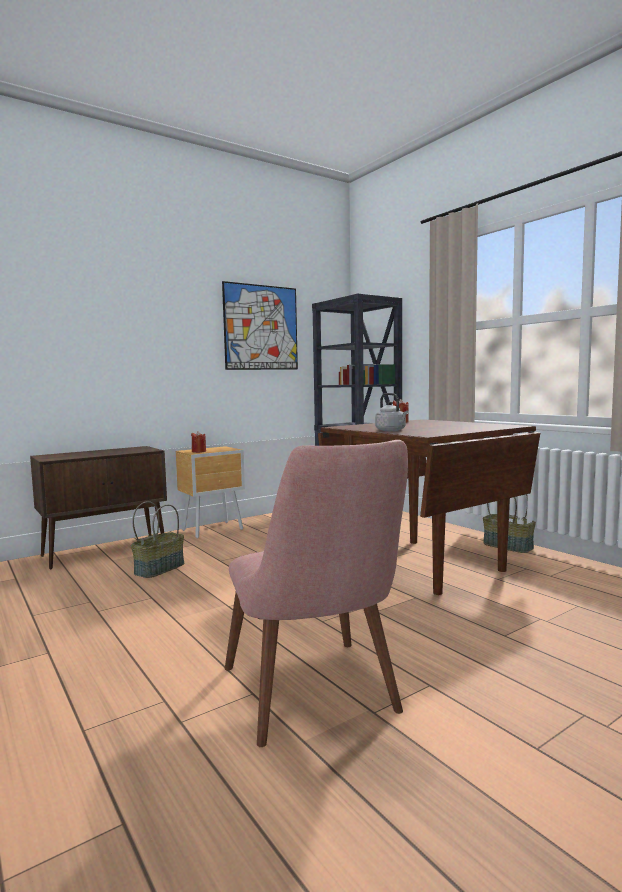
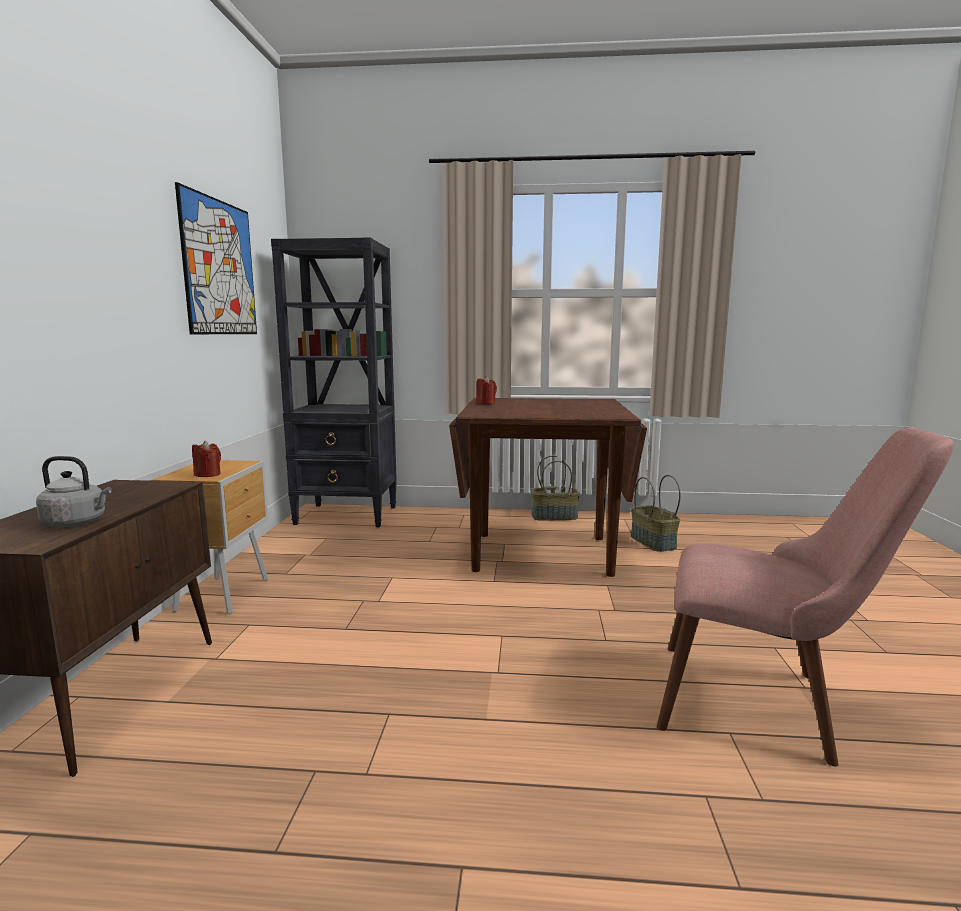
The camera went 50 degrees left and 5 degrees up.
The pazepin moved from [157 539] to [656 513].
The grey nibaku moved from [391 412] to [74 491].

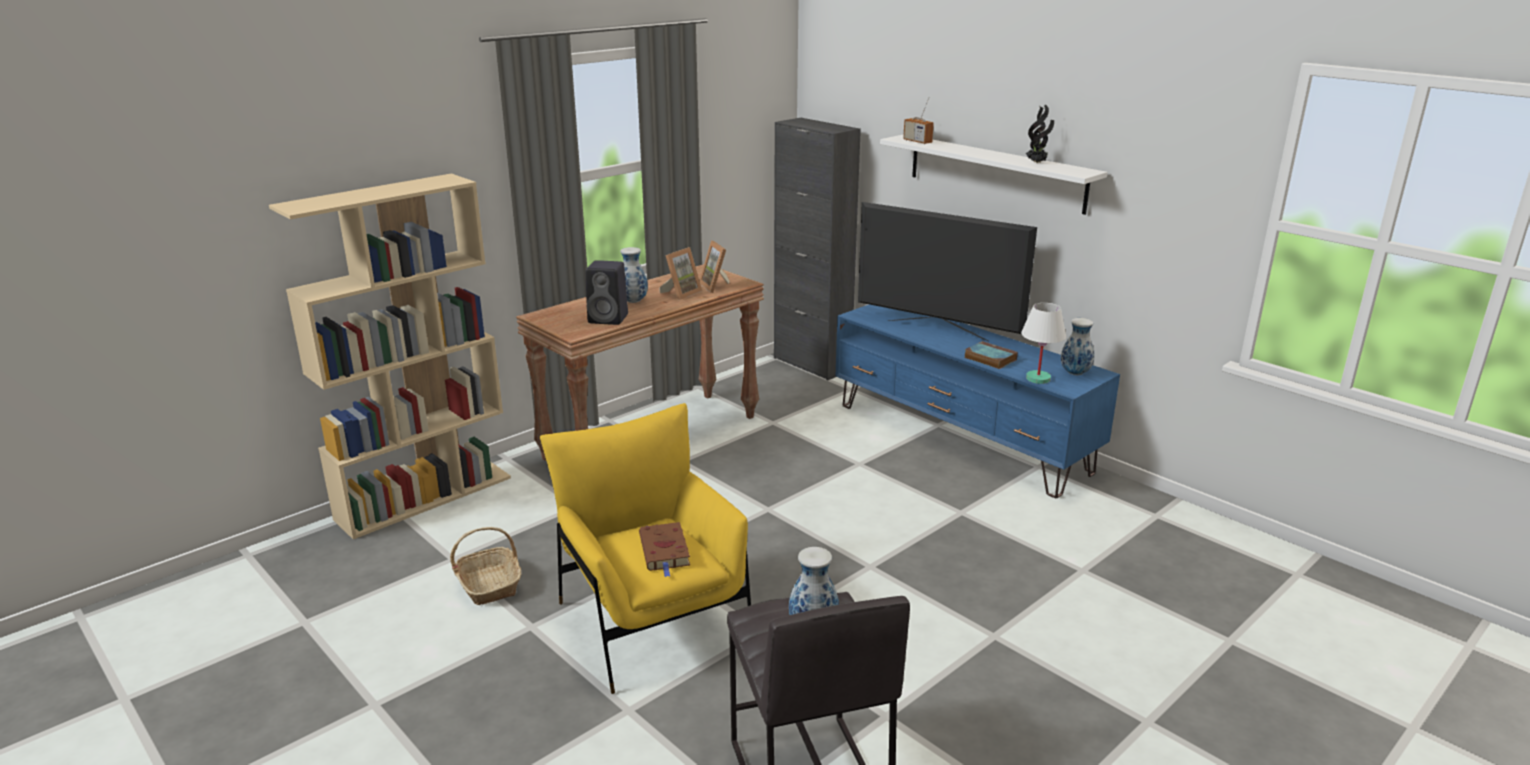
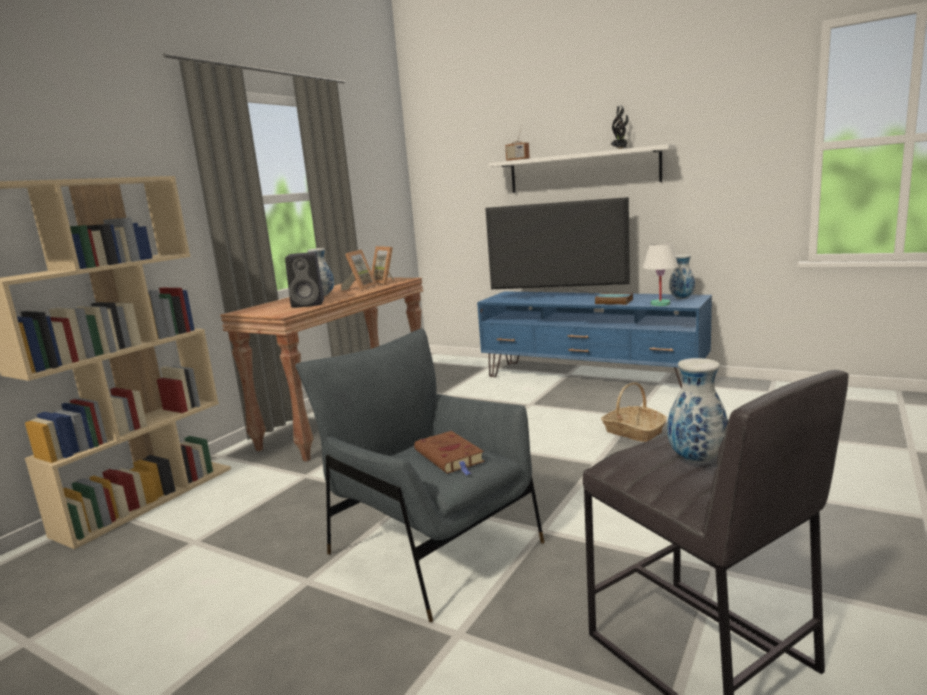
The camera went 15 degrees left and 10 degrees down.
The pazepin moved from [485 566] to [634 412].
The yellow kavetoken at [645 548] became the grey kavetoken at [419 475].
The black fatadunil at [817 249] disappeared.

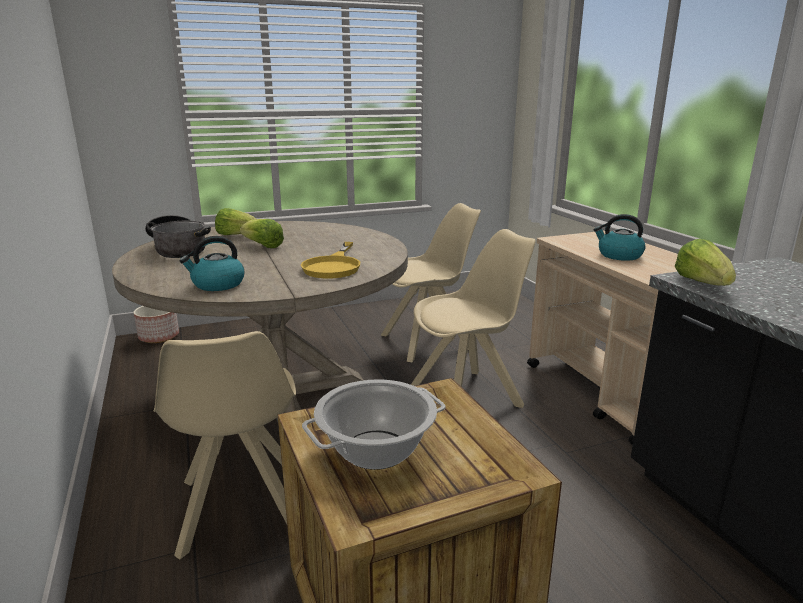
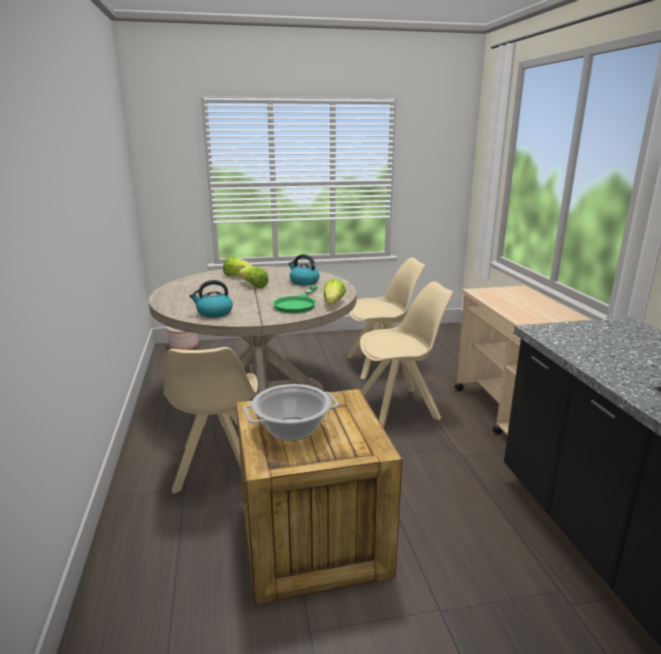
The camera went 10 degrees right and 0 degrees up.
The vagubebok at [178 236] disappeared.
The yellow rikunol at [330 260] became the green rikunol at [295 299].
The nibaku moved from [620 237] to [304 270].
The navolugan moved from [705 262] to [335 291].

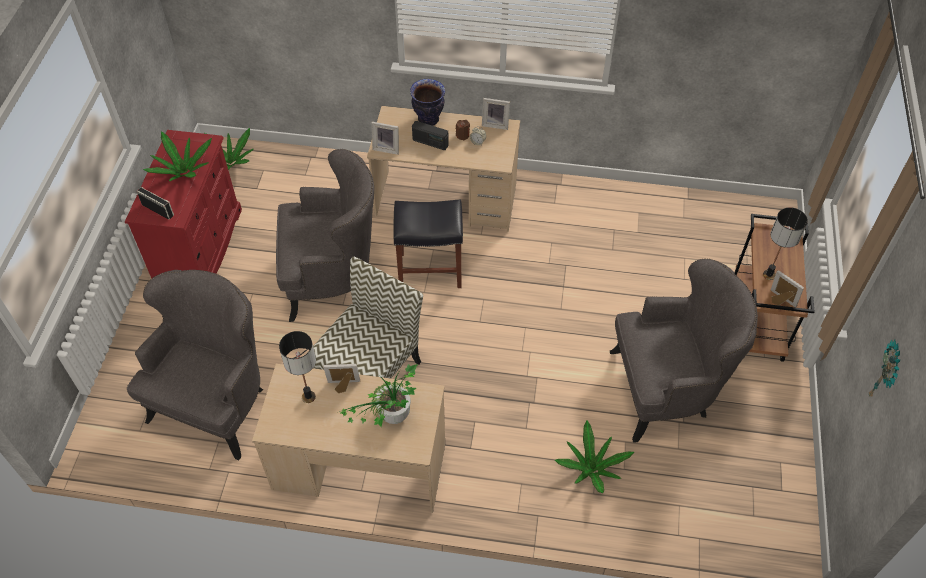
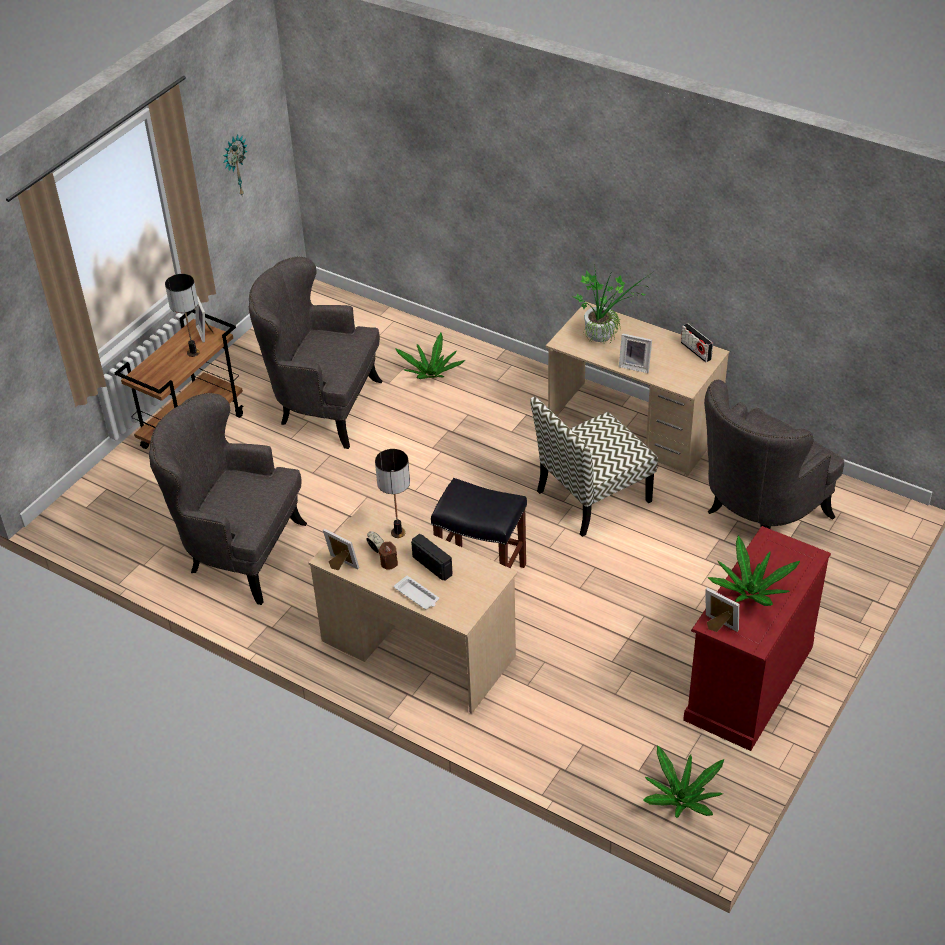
The camera went 155 degrees left and 10 degrees down.
The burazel moved from [155 203] to [697 343].
The grey kavetoken moved from [325 235] to [228 499].
The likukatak moved from [297 367] to [392 493].
The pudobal moved from [385 138] to [722 610].
The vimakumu at [427 102] was replaced by the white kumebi at [416 592].

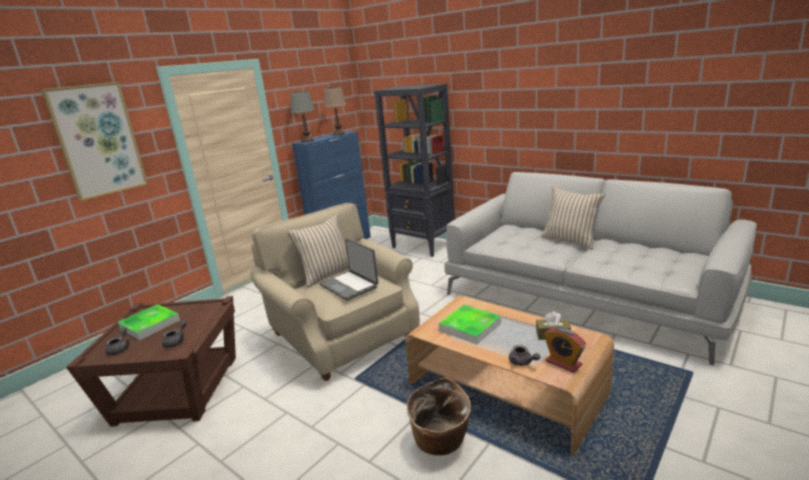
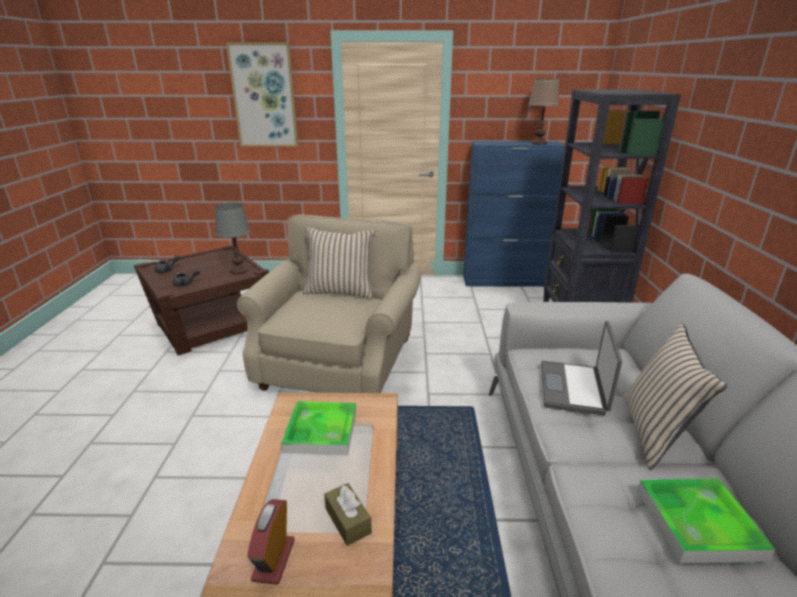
The camera went 50 degrees right and 5 degrees up.
The kumebi moved from [148 322] to [706 520].
The grey likukatak moved from [302 116] to [232 239].
The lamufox moved from [349 269] to [581 368].
The pazepin at [439 416] disappeared.
The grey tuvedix at [524 355] disappeared.

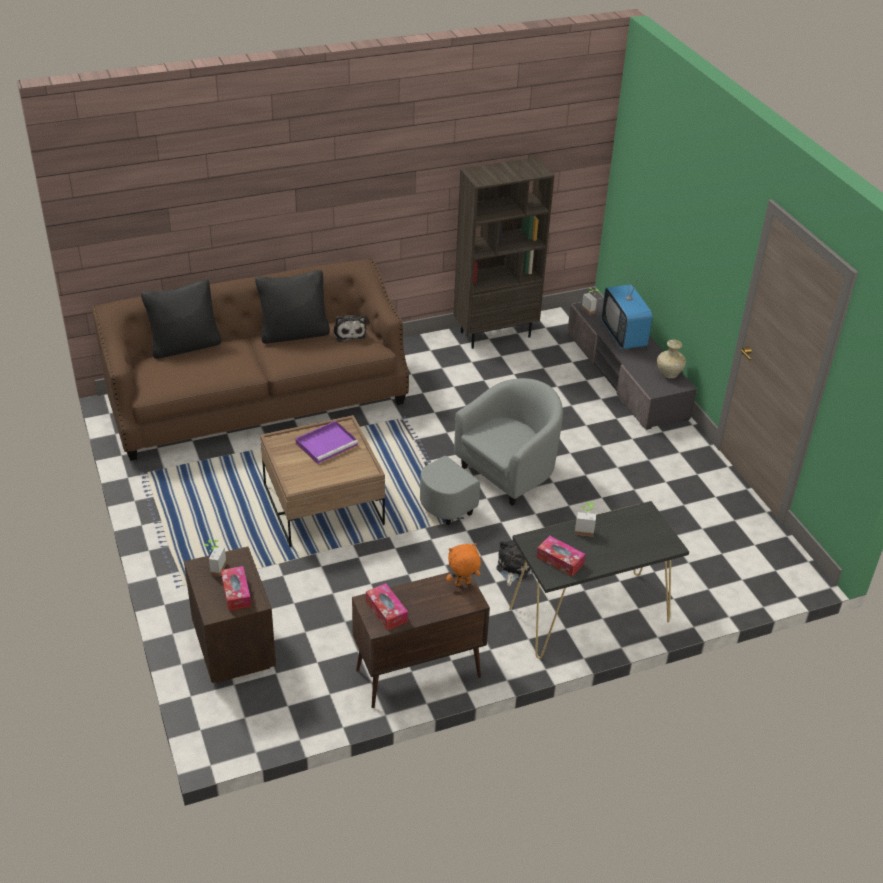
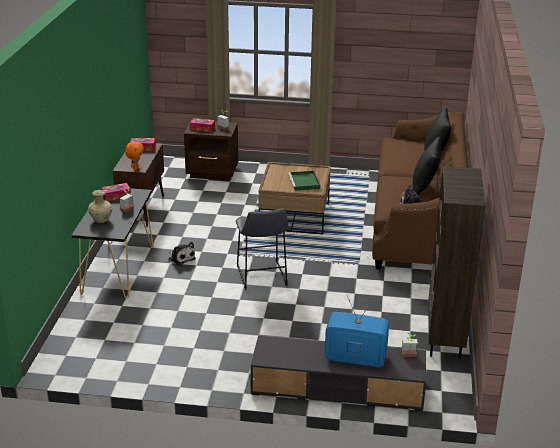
The camera went 120 degrees right and 10 degrees down.
The purple kumebi at [327 442] became the green kumebi at [304 181].
The grey kavetoken at [491 451] was replaced by the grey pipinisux at [262 249].
The beige vimakumu moved from [671 359] to [100 206].

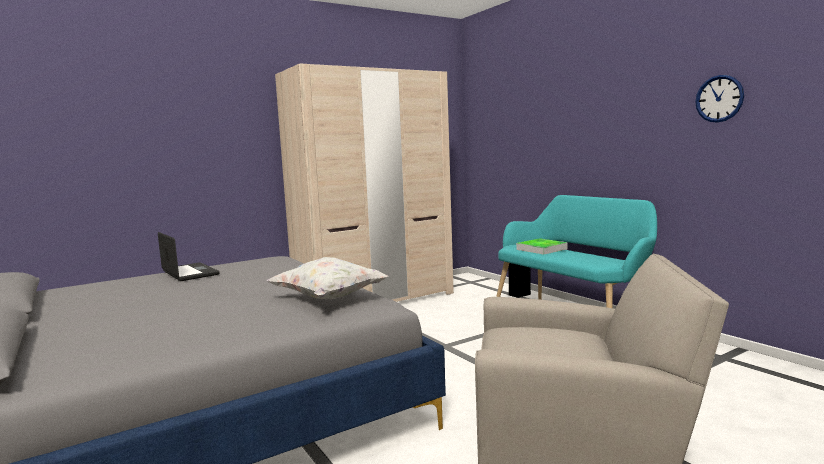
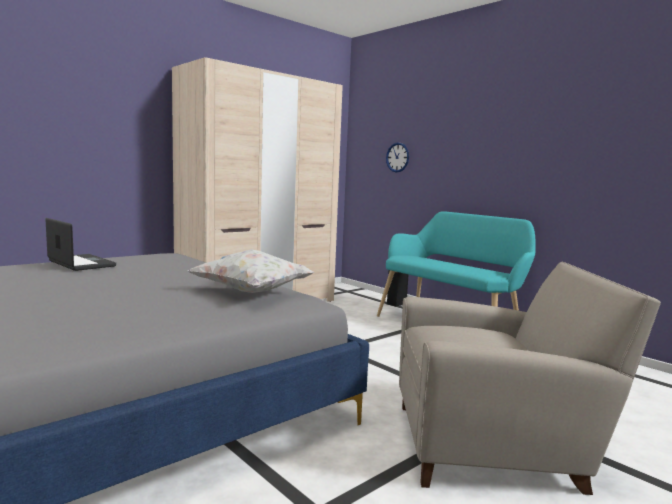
The camera went 10 degrees left and 0 degrees up.
The kumebi at [541 246] disappeared.
The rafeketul moved from [719 99] to [397 157].

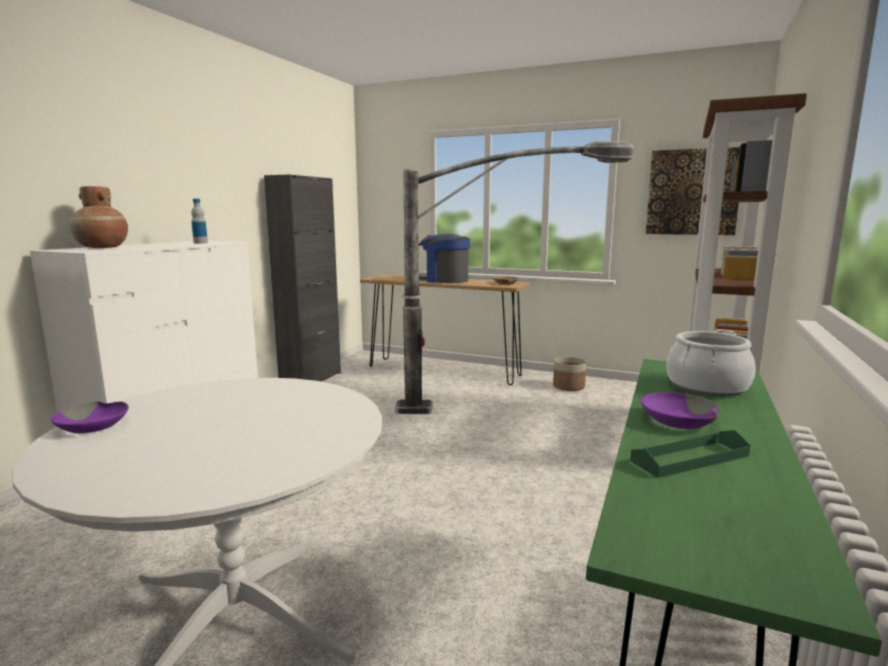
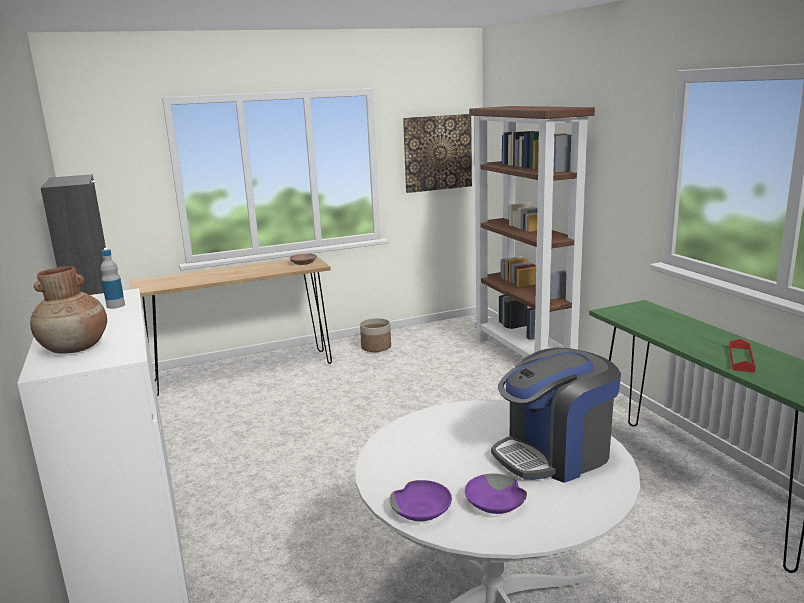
The camera went 45 degrees left and 5 degrees up.
The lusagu at [515 277] disappeared.
The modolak moved from [444 258] to [556 415].
The green kumebi at [690 454] became the red kumebi at [742 356].
The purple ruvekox moved from [680 410] to [496 493].
The vagubebok at [710 362] disappeared.

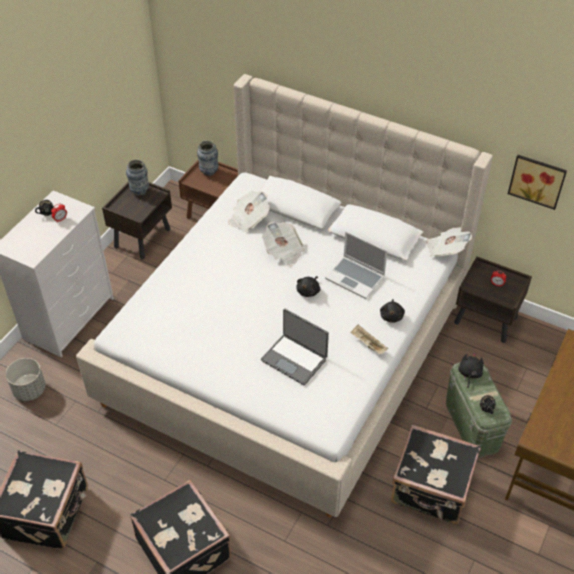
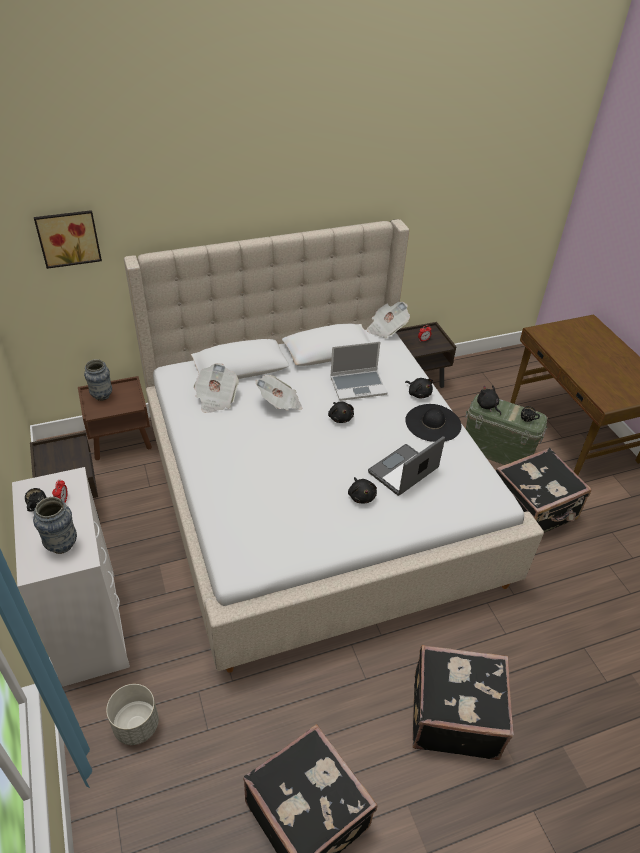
The camera went 50 degrees left and 5 degrees down.
The vimakumu moved from [137 178] to [55 525].
The lamufox at [295 347] turned 150 degrees clockwise.
The beige kumebi at [369 339] was replaced by the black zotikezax at [433 423].
The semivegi moved from [537 182] to [68 239].
The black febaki at [362 490] appeared.

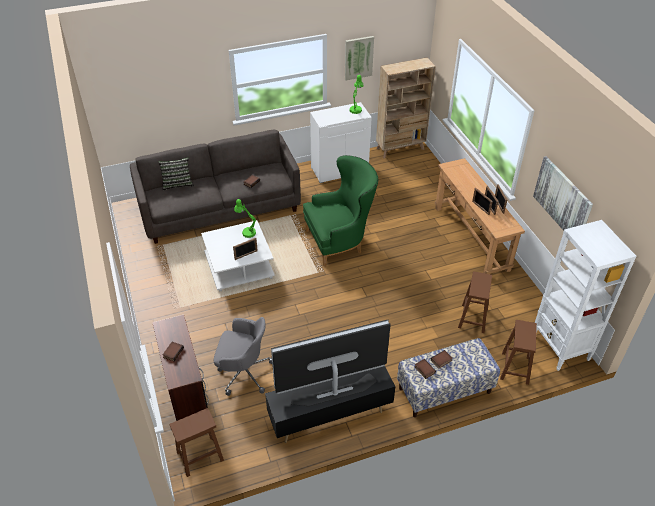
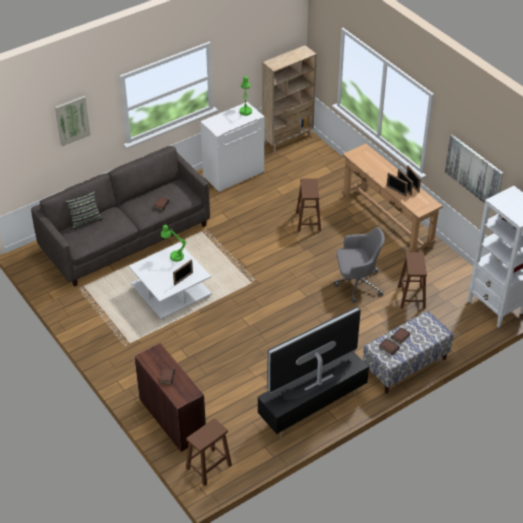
The camera went 15 degrees left and 0 degrees up.
The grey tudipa moved from [243 356] to [359 265].
The green kavetoken at [340 211] disappeared.
The semivegi moved from [359 58] to [73 121].
The brown pipinisux moved from [518 352] to [308 205].

